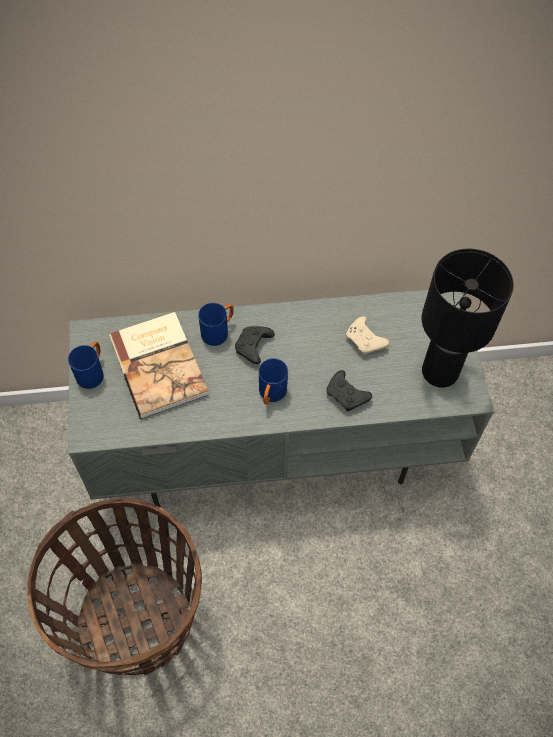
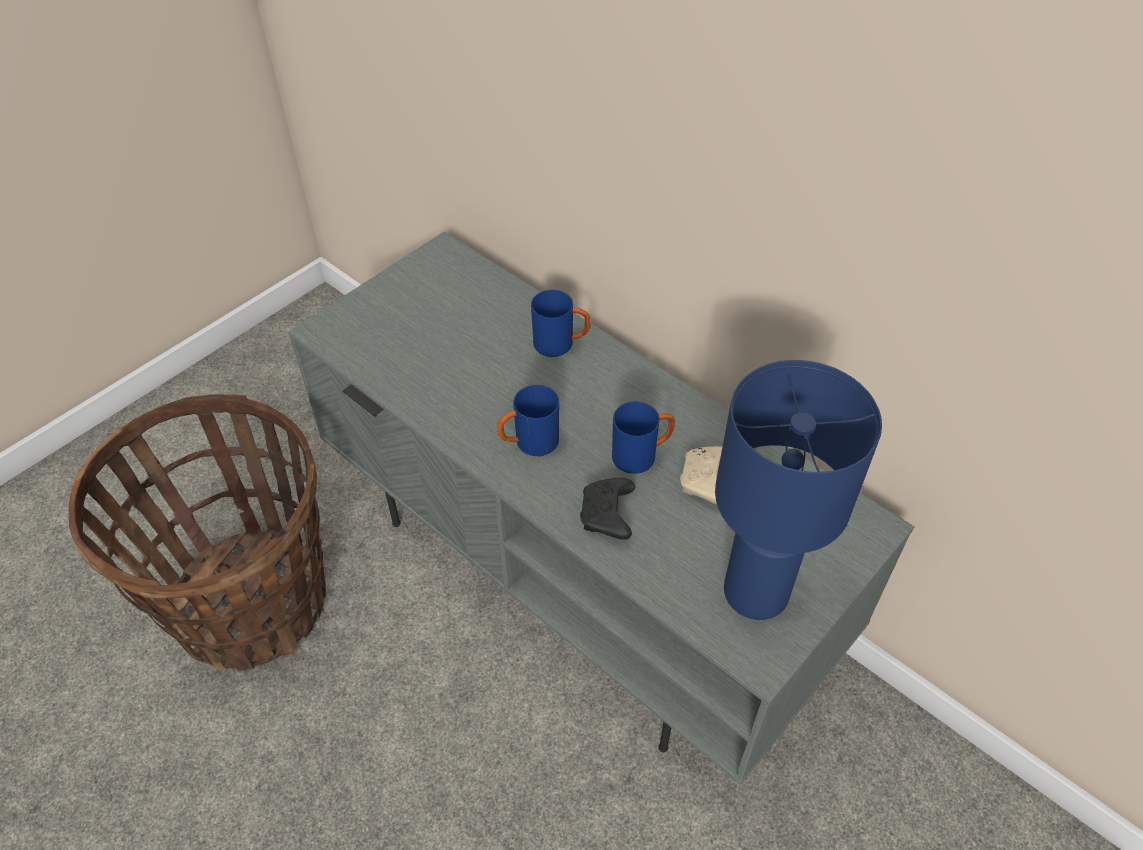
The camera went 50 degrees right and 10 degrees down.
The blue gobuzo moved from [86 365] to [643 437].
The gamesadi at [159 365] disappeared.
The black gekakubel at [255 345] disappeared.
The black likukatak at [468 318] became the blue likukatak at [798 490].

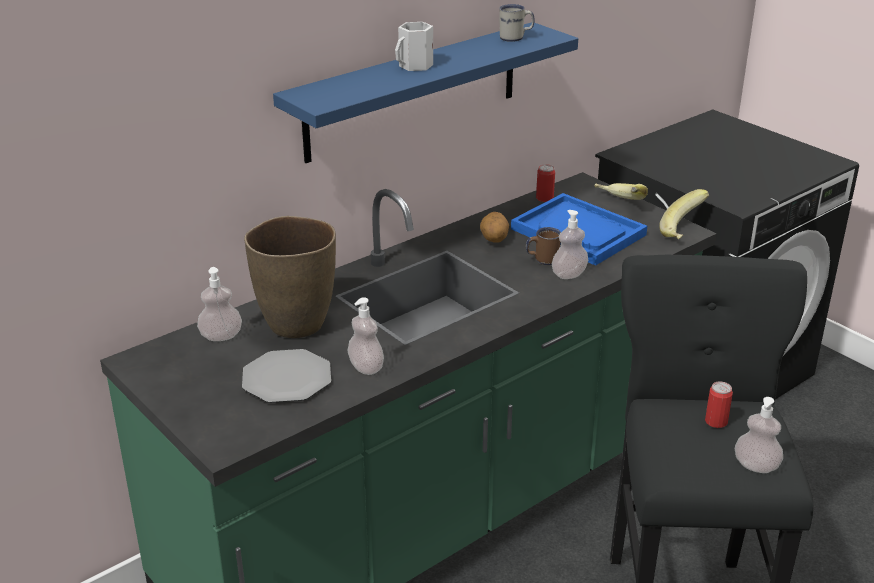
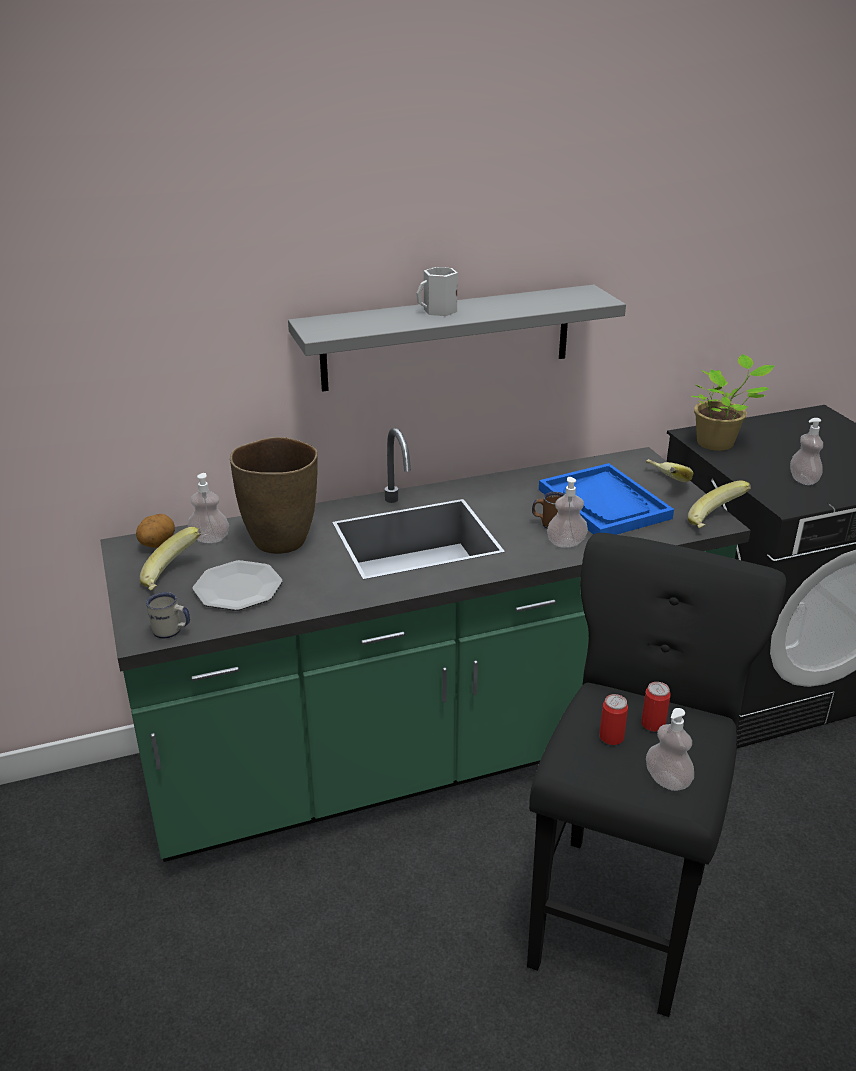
The camera went 20 degrees right and 0 degrees up.
The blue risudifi at [425 92] became the grey risudifi at [457 338].
The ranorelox moved from [366 336] to [806 451].
The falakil moved from [494 227] to [155 531].
The white gobuzo moved from [517 23] to [168 615].
The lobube moved from [545 183] to [613 719].
The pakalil at [170 559] appeared.
The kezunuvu at [732 402] appeared.

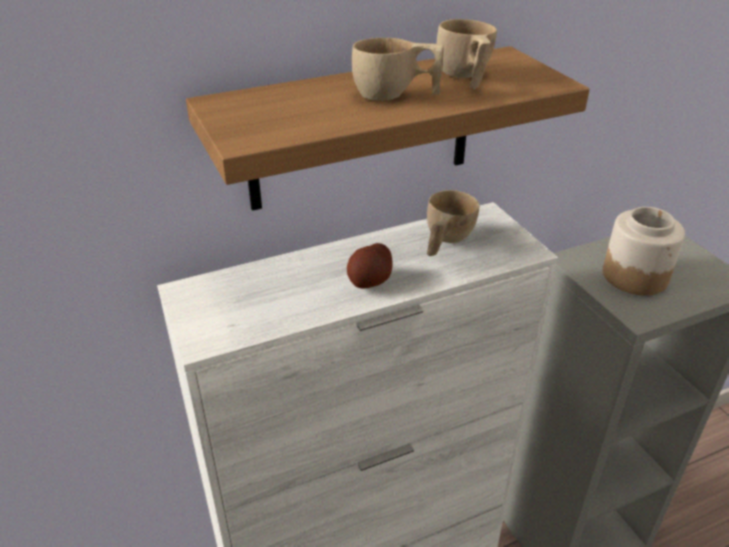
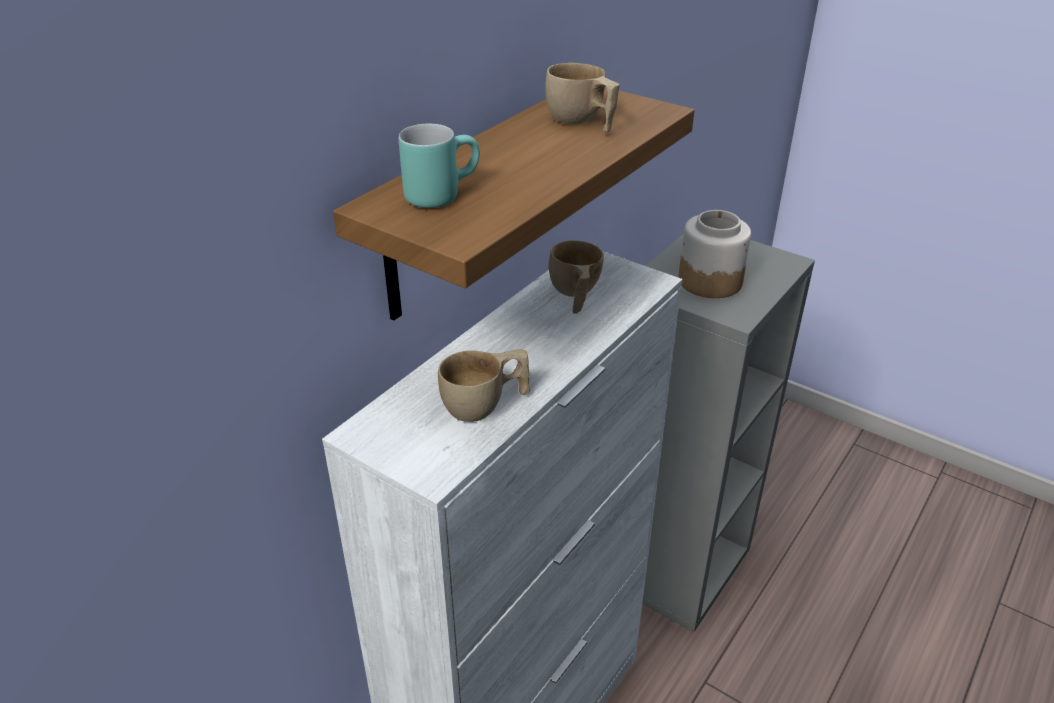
The camera went 30 degrees left and 0 degrees up.
The falakil at [370 265] disappeared.
The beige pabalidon moved from [398 69] to [484 385].
The turquoise gobuzo at [439 166] appeared.

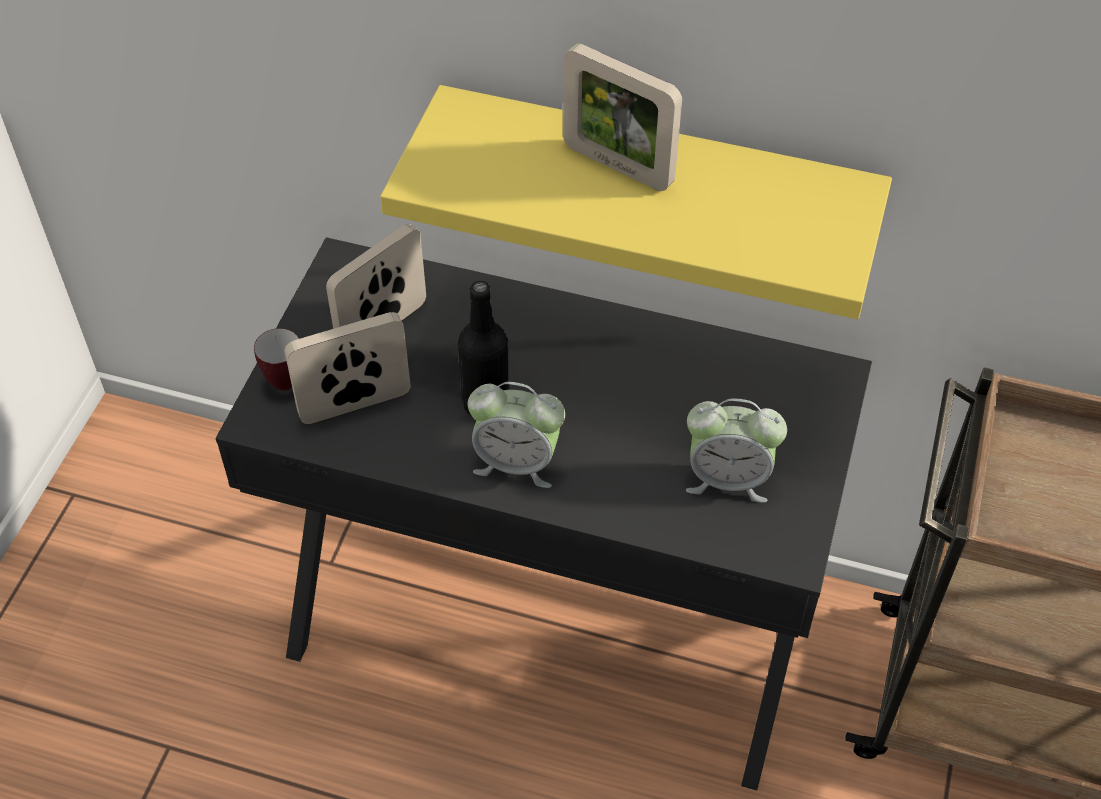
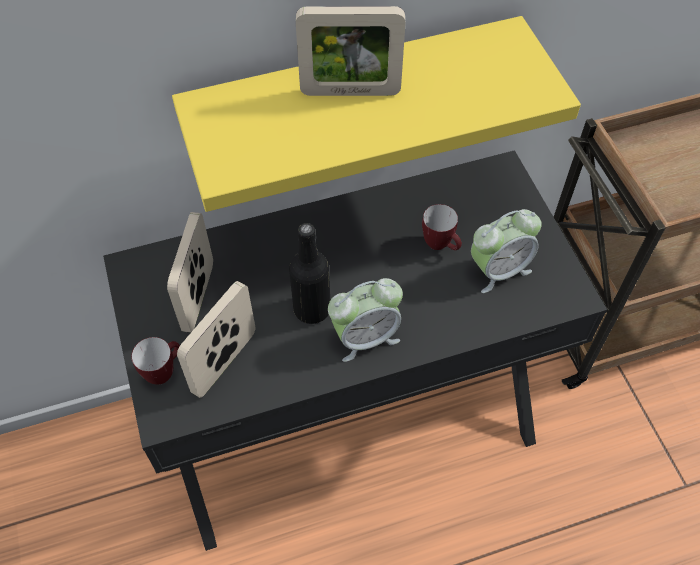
The camera went 35 degrees left and 5 degrees up.
The gobuzo at [442 227] appeared.

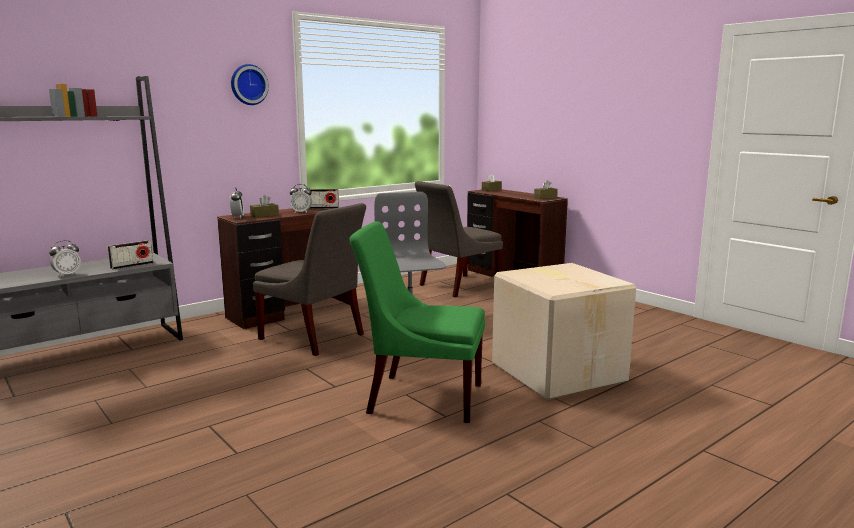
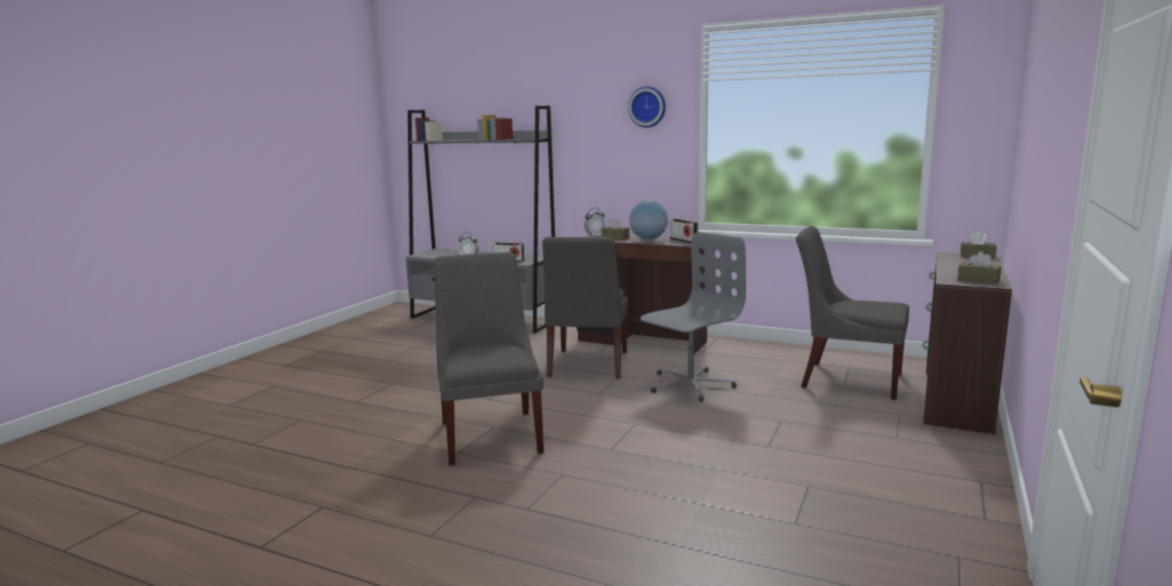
The camera went 65 degrees right and 0 degrees up.
The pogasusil at [301 198] was replaced by the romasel at [648 221].
The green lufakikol at [417 322] became the grey lufakikol at [489 358].
The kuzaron at [564 331] disappeared.

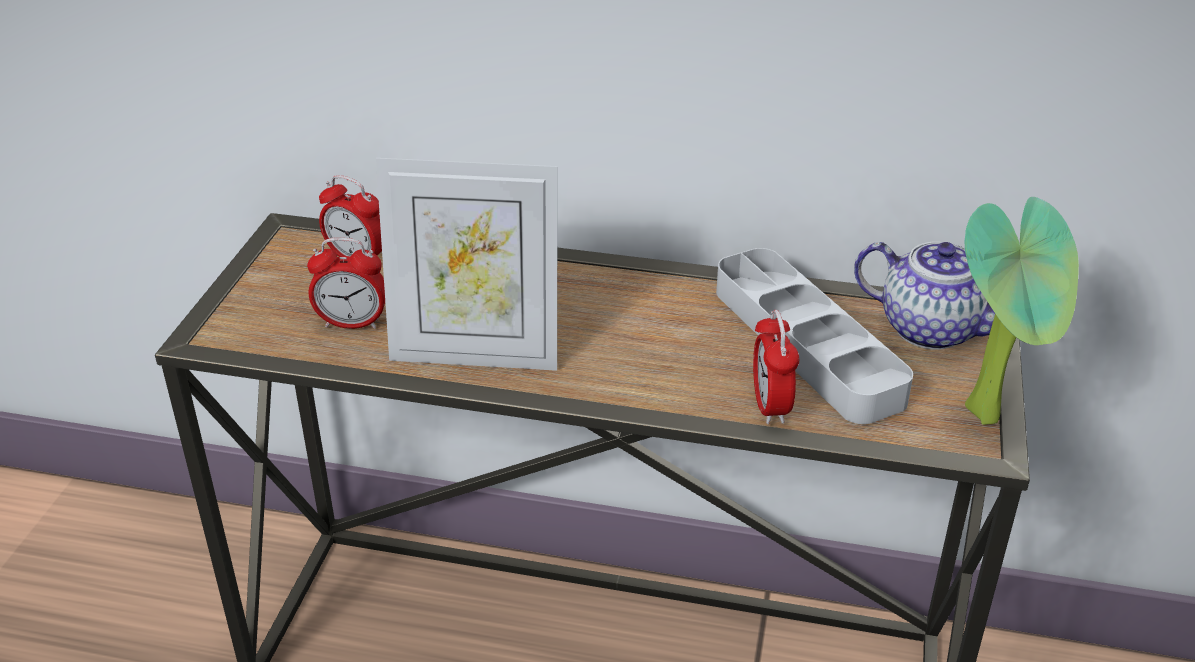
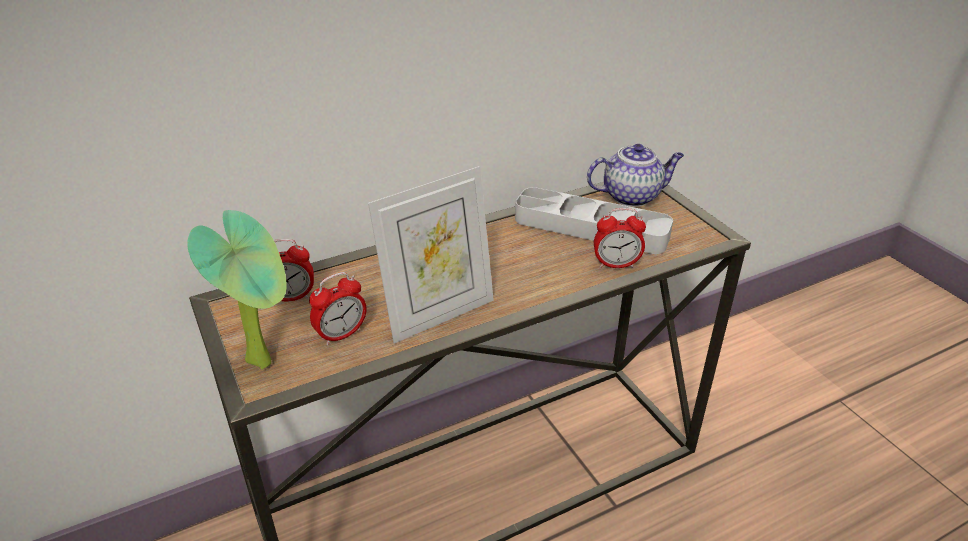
The camera went 40 degrees left and 0 degrees up.
The pogasusil at [776 367] turned 45 degrees counterclockwise.
The kezunuvu moved from [1022 311] to [236 289].

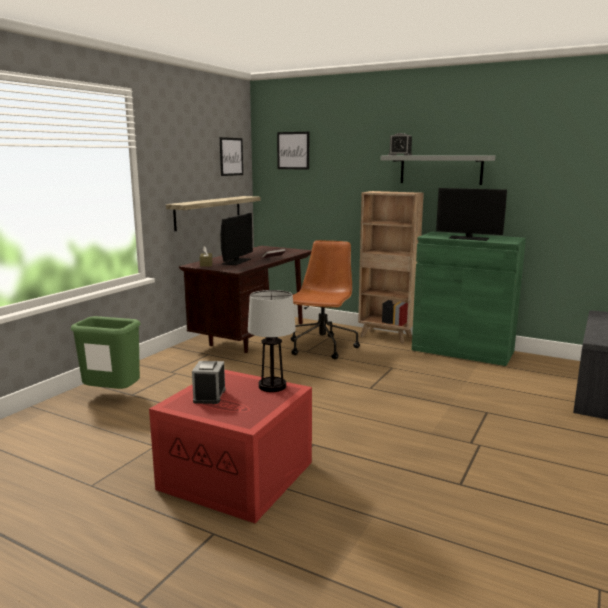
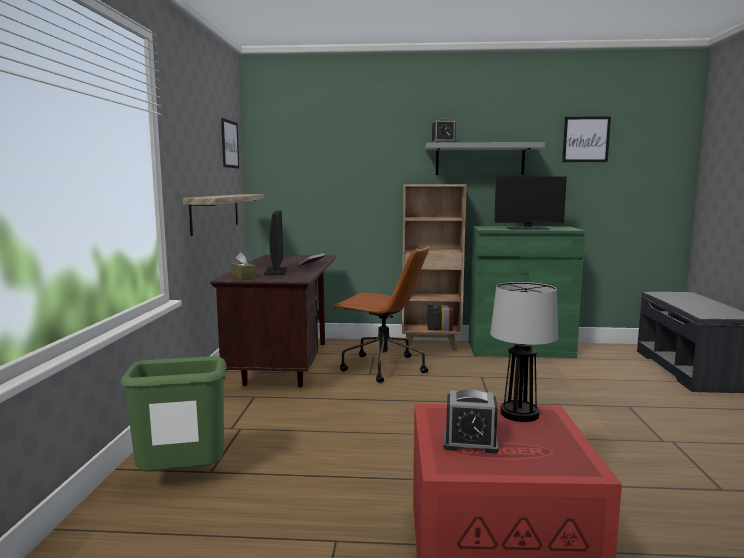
The camera went 25 degrees left and 5 degrees down.
The pogasusil at [209 382] turned 60 degrees counterclockwise.
The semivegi moved from [293 151] to [586 139].
The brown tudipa at [325 299] turned 120 degrees clockwise.

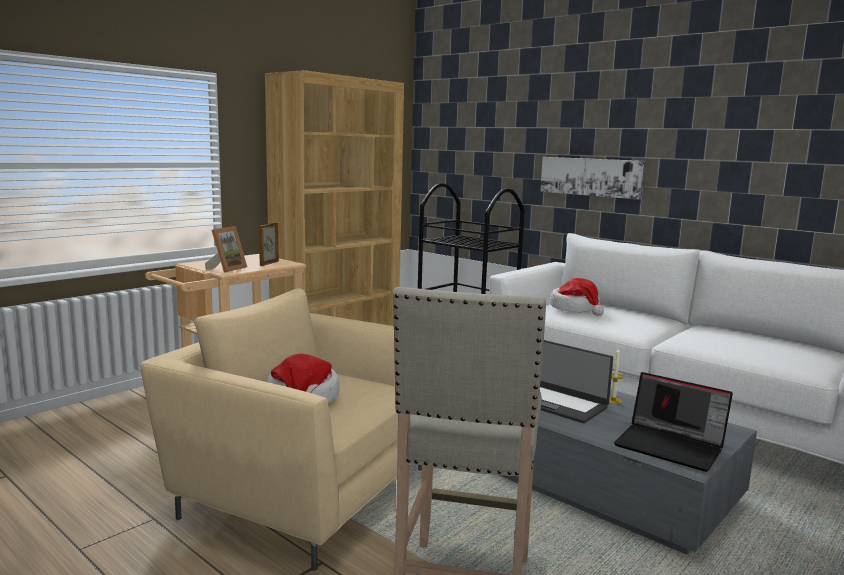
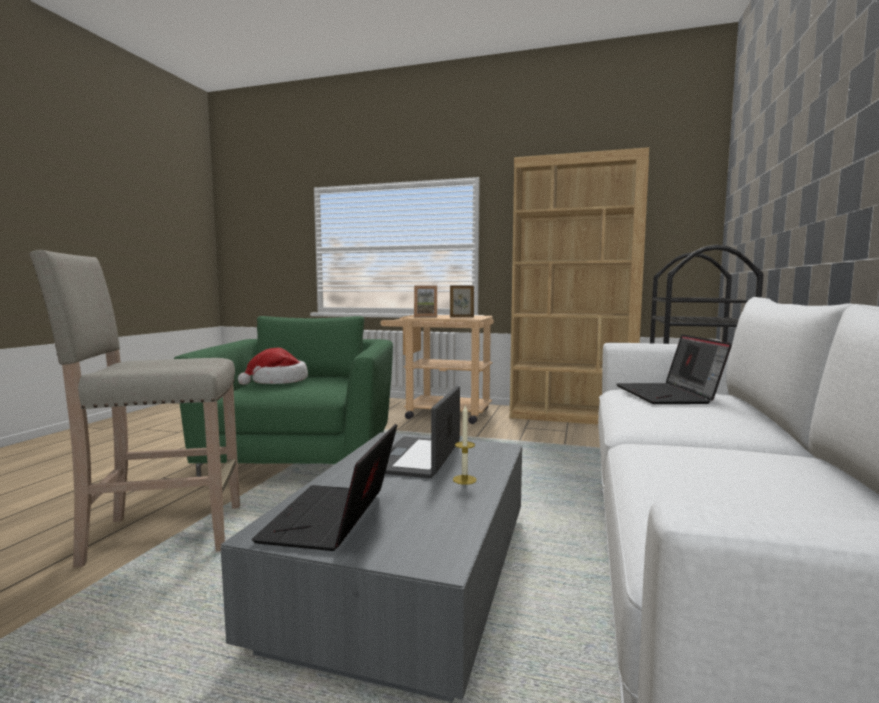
The camera went 65 degrees right and 5 degrees down.
The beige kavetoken at [281 430] became the green kavetoken at [283 396].
The semivegi at [592 178] disappeared.
The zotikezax at [577 297] was replaced by the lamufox at [674 369].

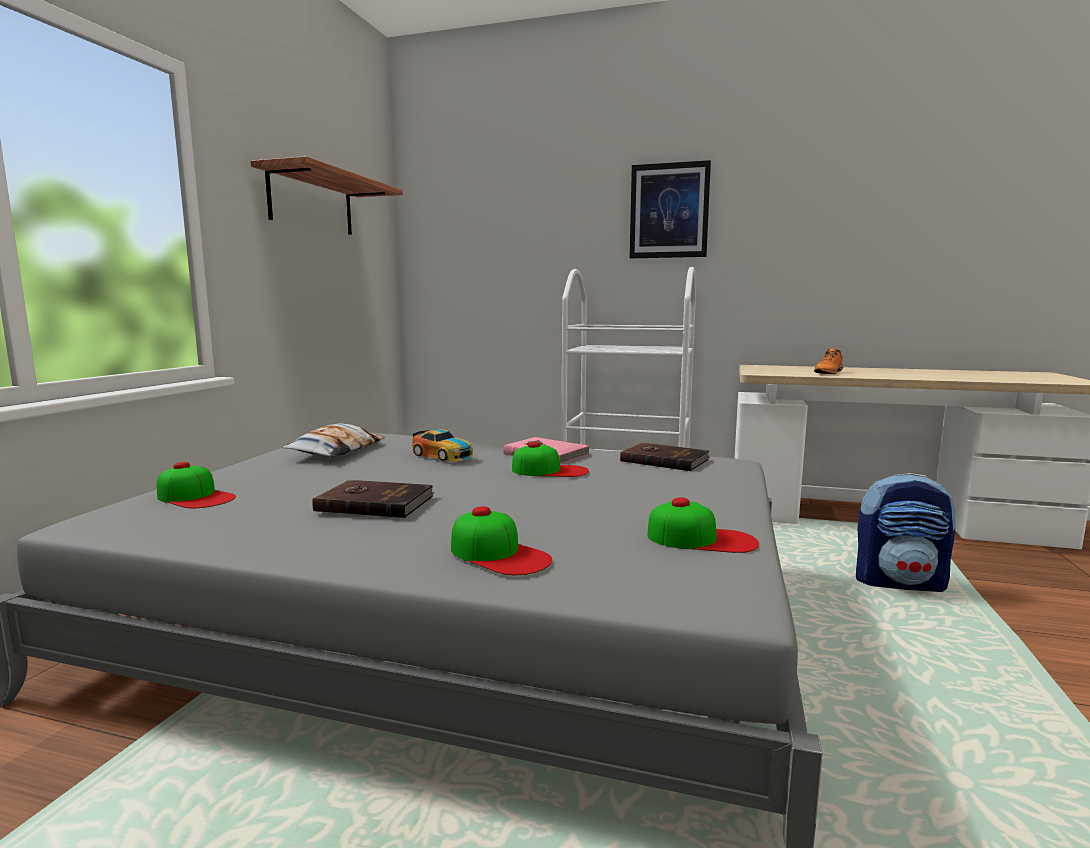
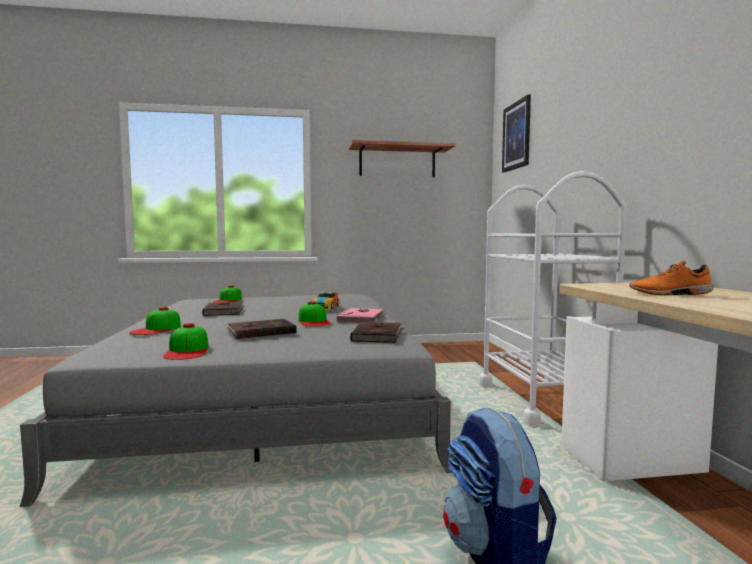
The camera went 65 degrees right and 5 degrees down.
The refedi at [333 440] disappeared.
The semivegi moved from [670 209] to [516 133].
The brown gamesadi at [261 329] appeared.

